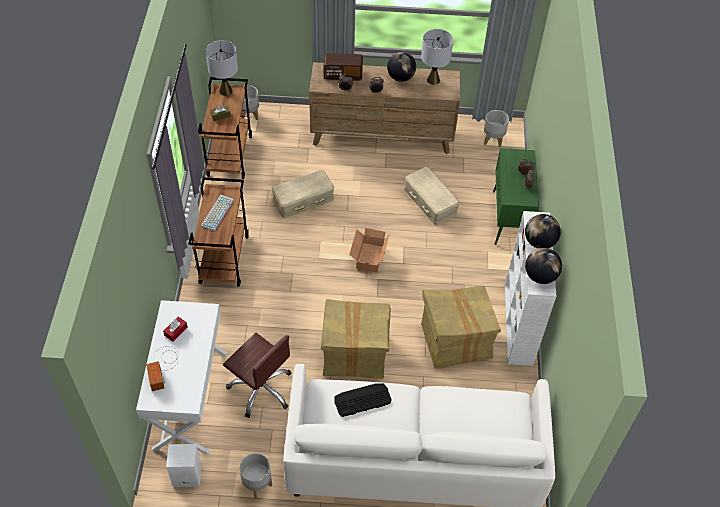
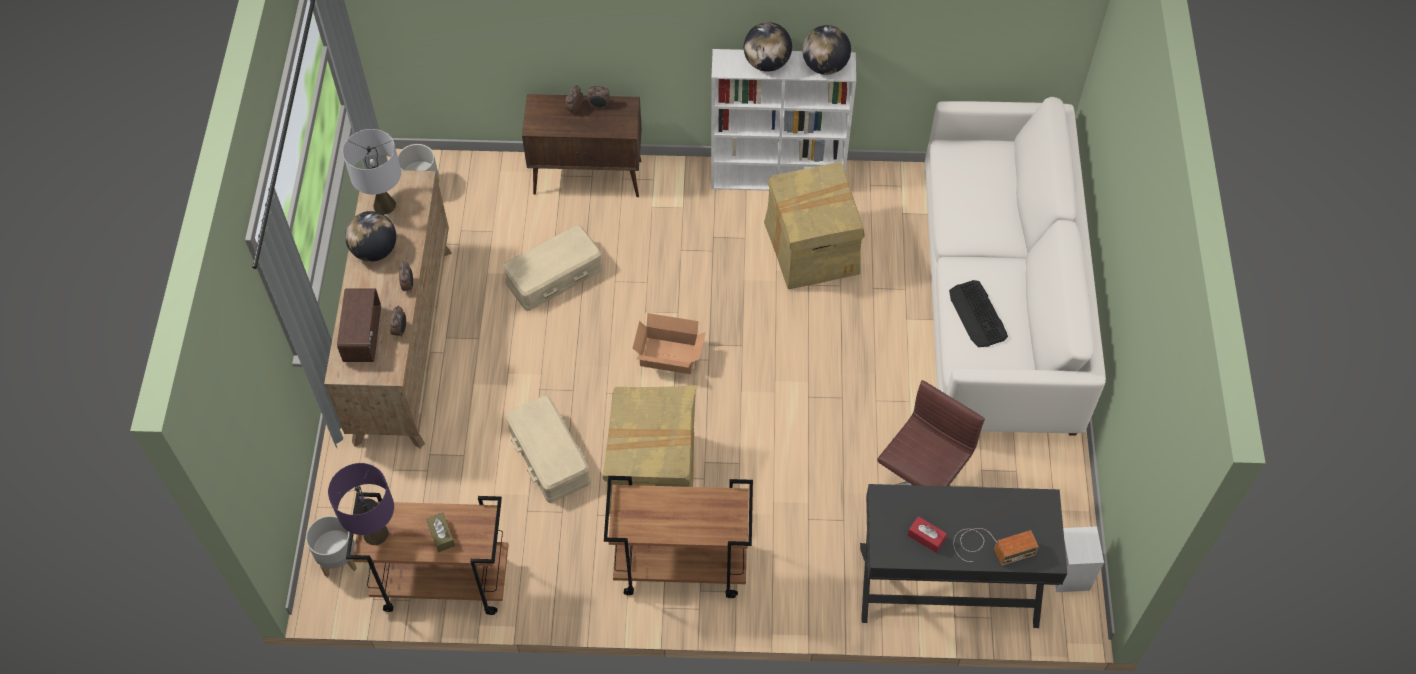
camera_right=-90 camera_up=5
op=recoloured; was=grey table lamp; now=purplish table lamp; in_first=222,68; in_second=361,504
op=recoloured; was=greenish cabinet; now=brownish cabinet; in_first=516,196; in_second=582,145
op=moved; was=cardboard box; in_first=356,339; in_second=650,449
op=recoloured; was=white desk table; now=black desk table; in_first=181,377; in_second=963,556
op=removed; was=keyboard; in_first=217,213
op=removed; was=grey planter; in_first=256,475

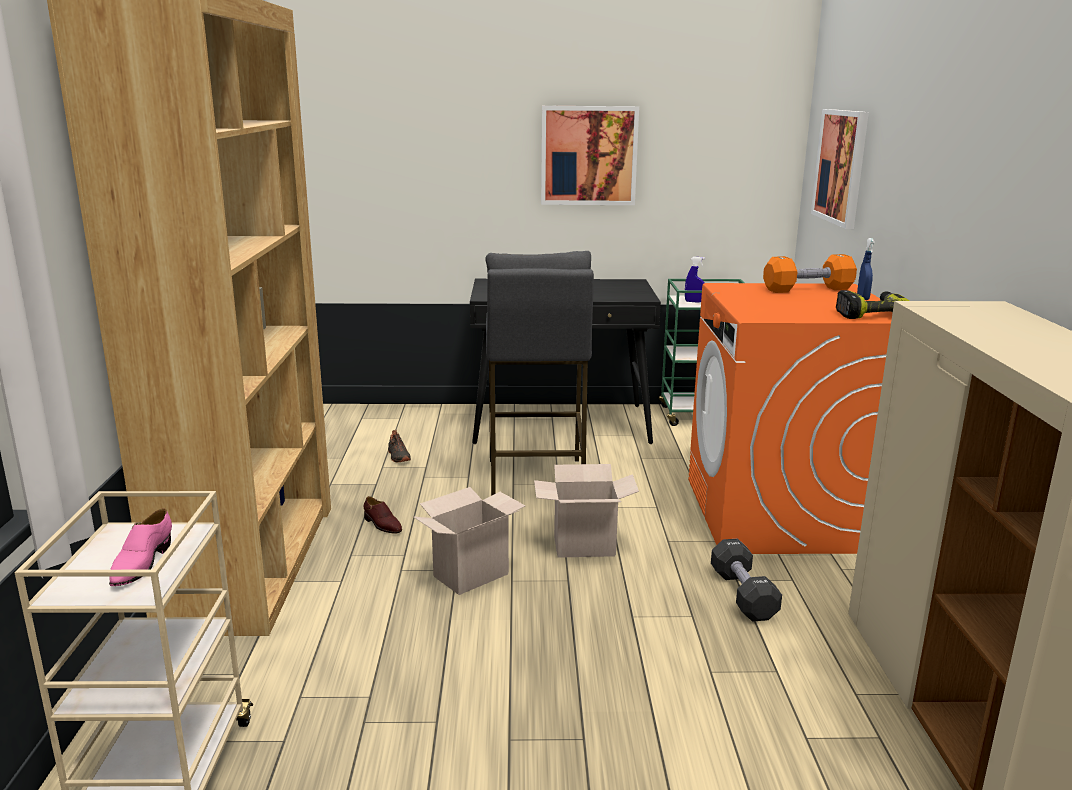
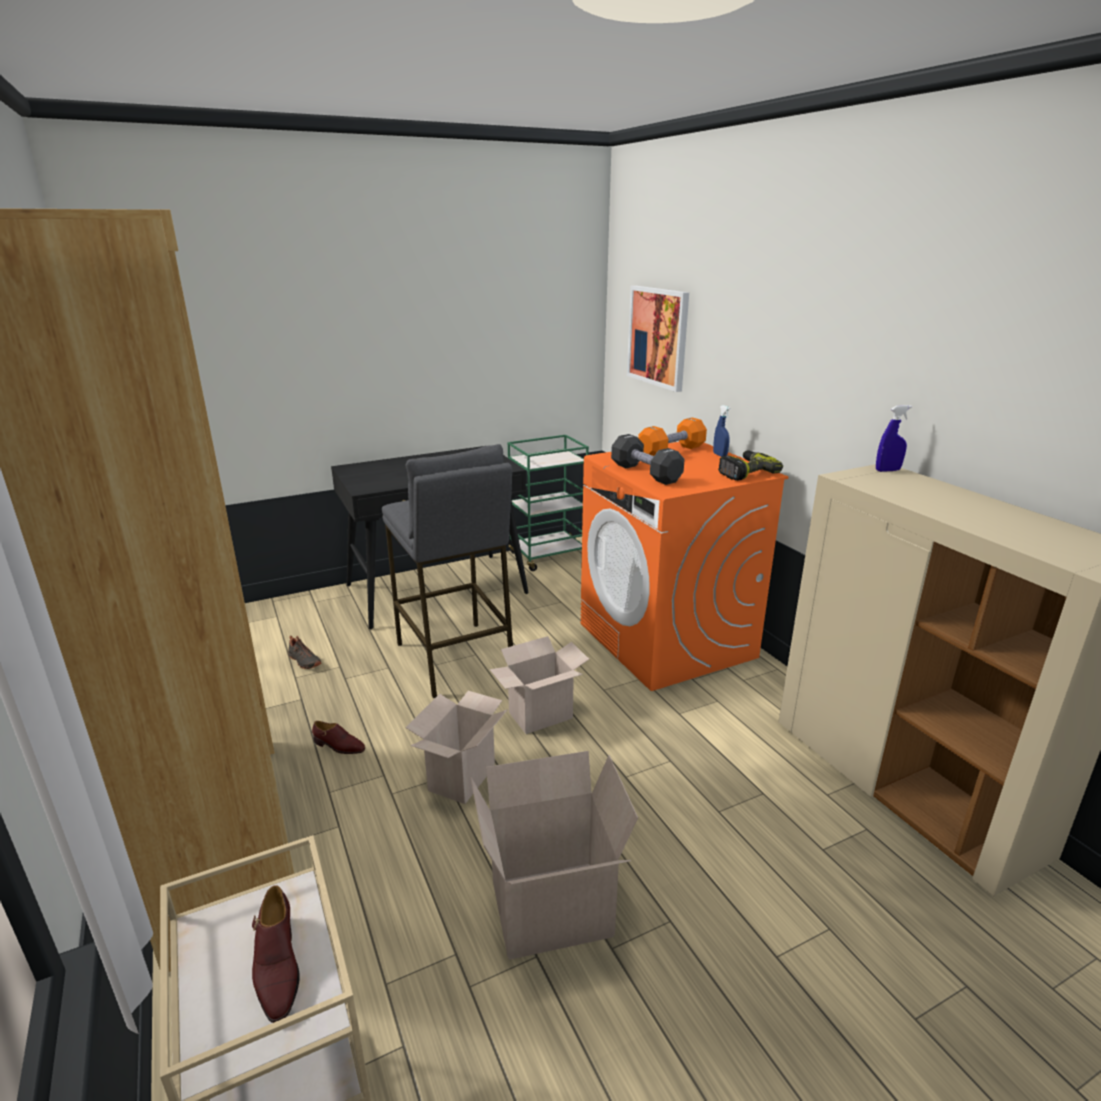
camera_right=-25 camera_up=5
op=recoloured; was=pinkish shoe; now=brownish shoe; in_first=140,547; in_second=276,954
op=added; now=cardboard box; in_second=554,855
op=moved; was=black hand weight; in_first=746,580; in_second=648,459
op=moved; was=blue-coloured spray bottle; in_first=695,280; in_second=894,438
op=removed; was=wall art; in_first=590,155

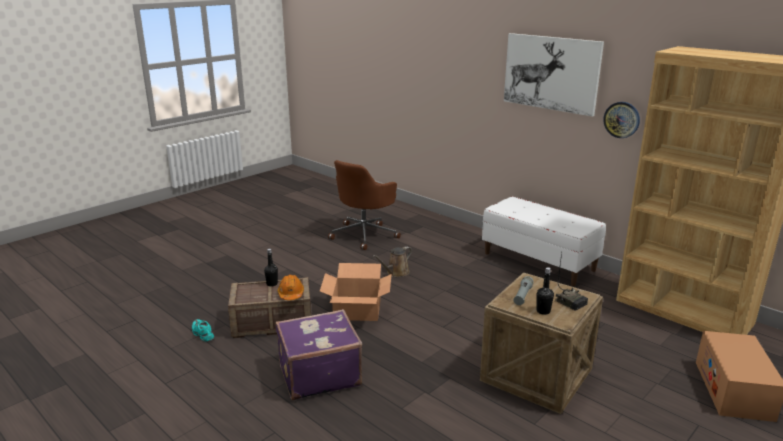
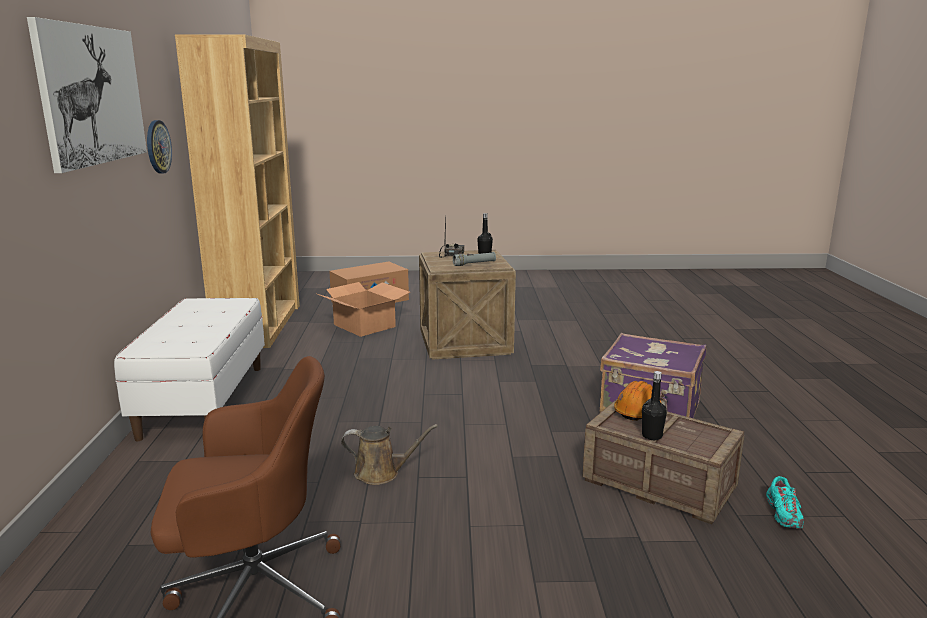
camera_right=-135 camera_up=-5
op=moved; was=cardboard box; in_first=356,292; in_second=364,309

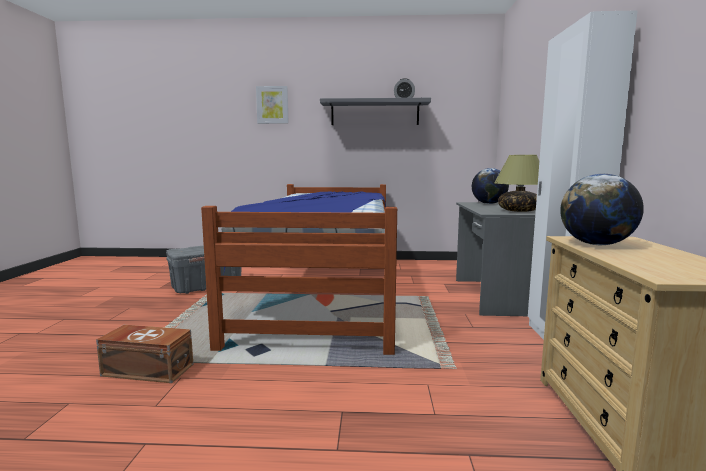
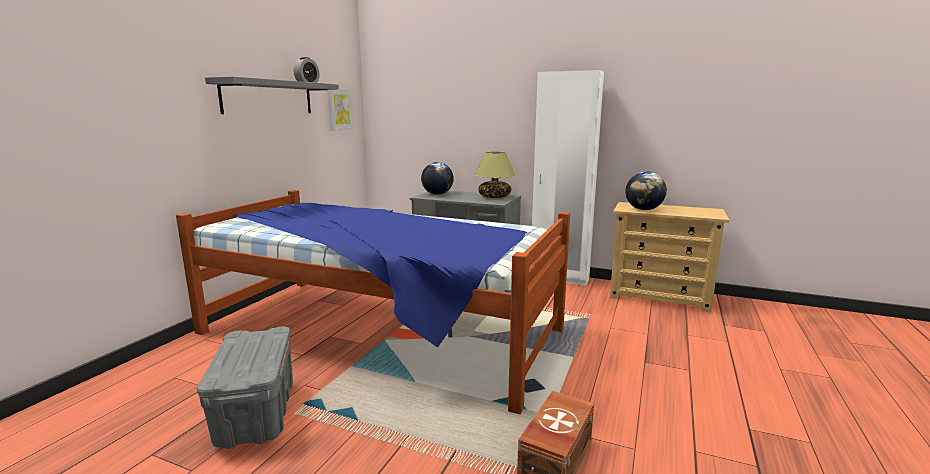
camera_right=-70 camera_up=5
op=moved; was=wall art; in_first=272,105; in_second=340,109

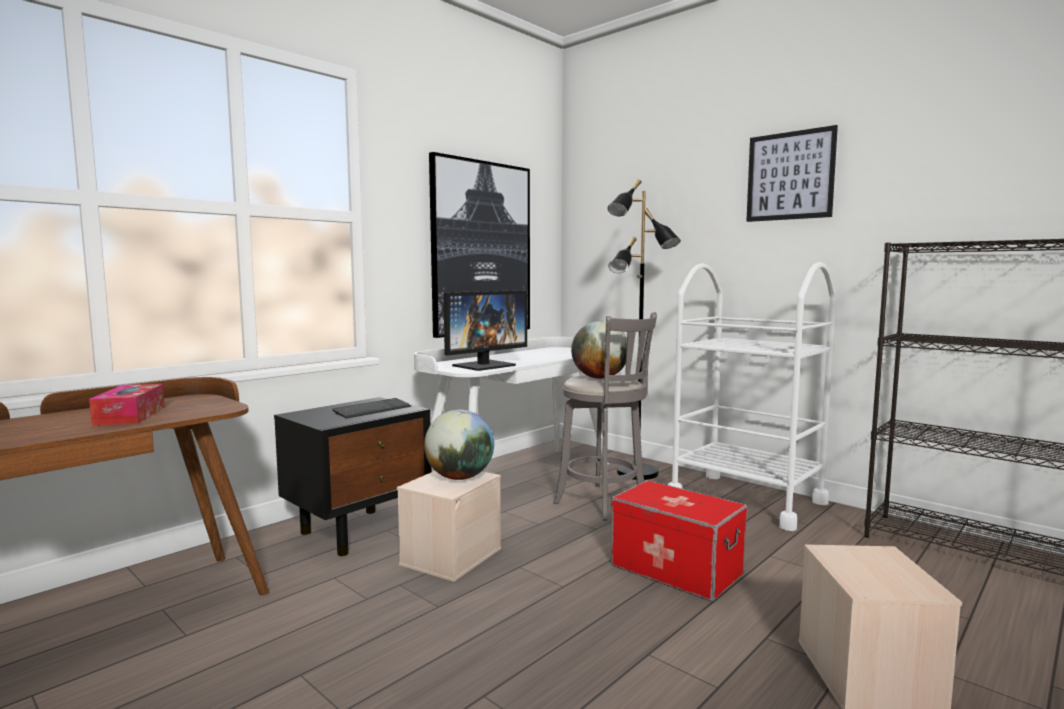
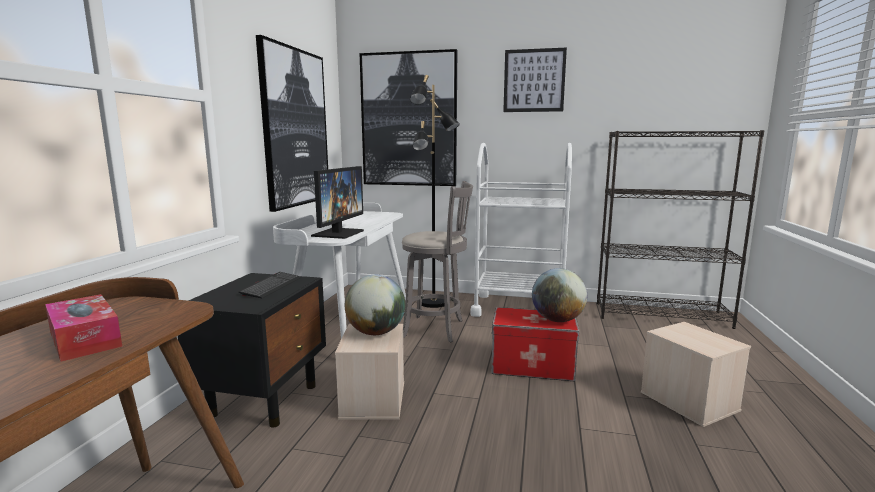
camera_right=-30 camera_up=5
op=added; now=wall art; in_second=408,117
op=moved; was=globe; in_first=599,350; in_second=559,295

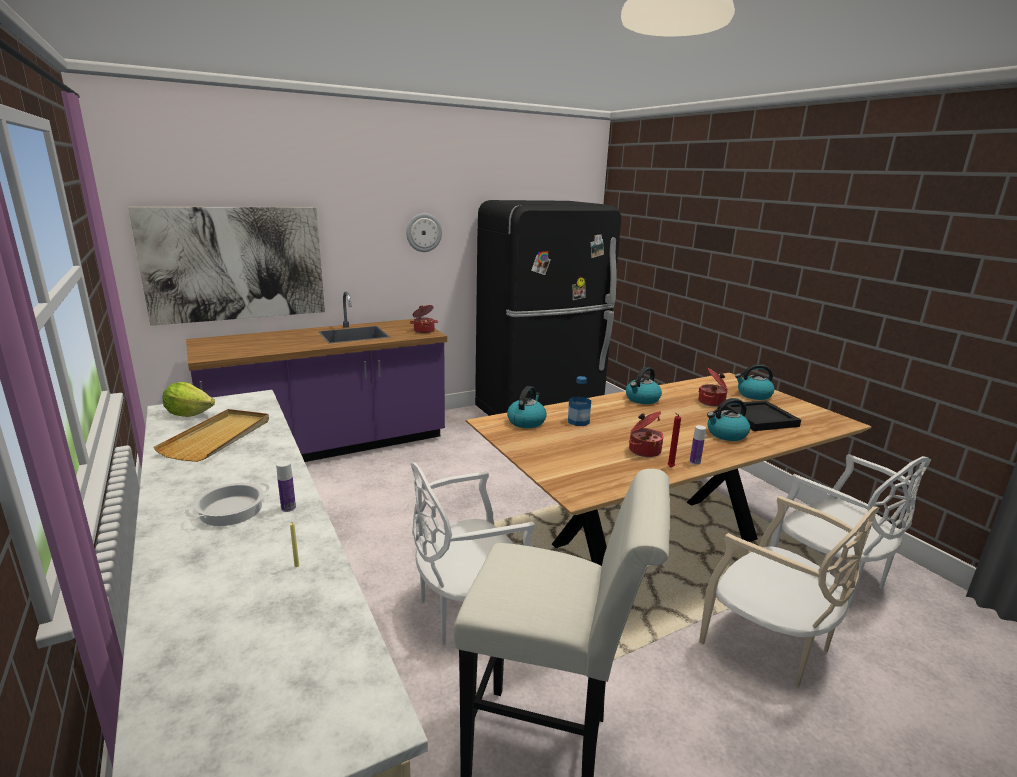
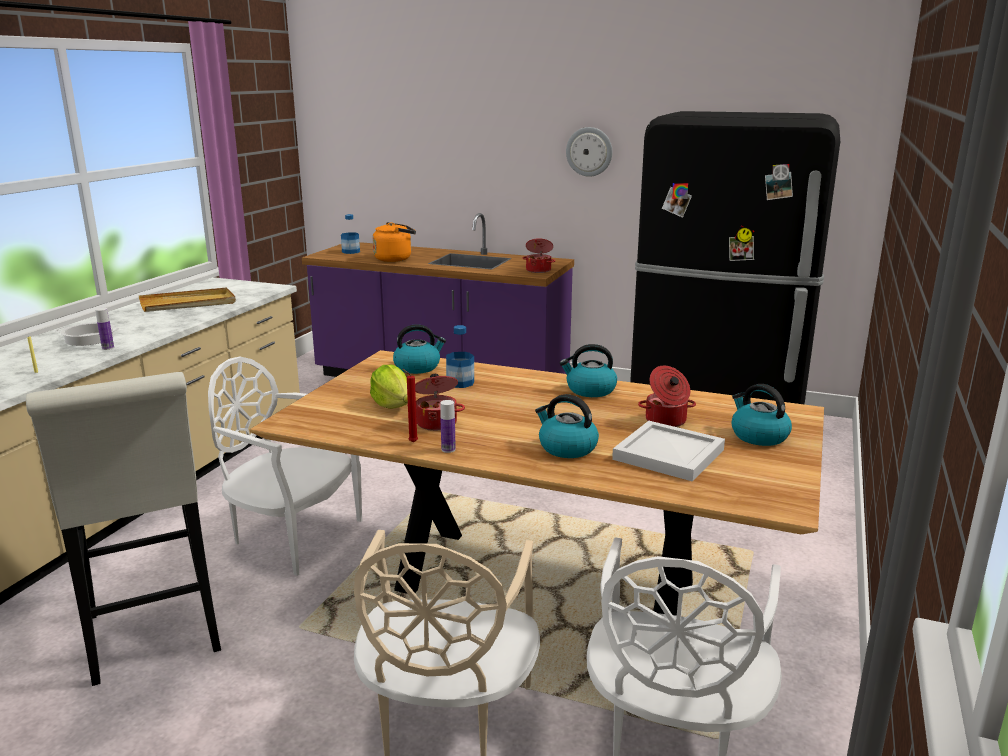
camera_right=50 camera_up=0
op=added; now=beverage bottle; in_second=350,234
op=moved; was=head of lettuce; in_first=188,399; in_second=389,387
op=added; now=orange tea kettle; in_second=394,242
op=recoloured; was=black serving tray; now=white serving tray; in_first=761,415; in_second=668,451
op=removed; was=wall art; in_first=226,266

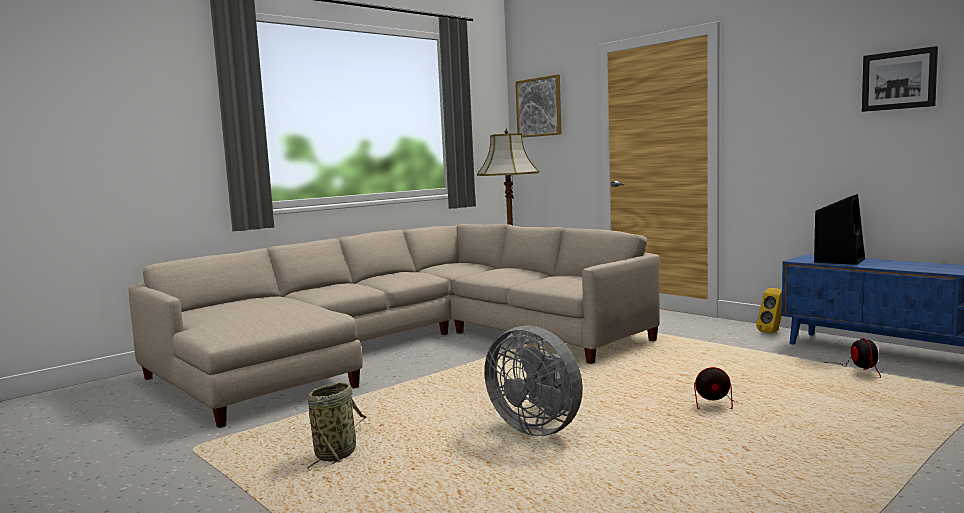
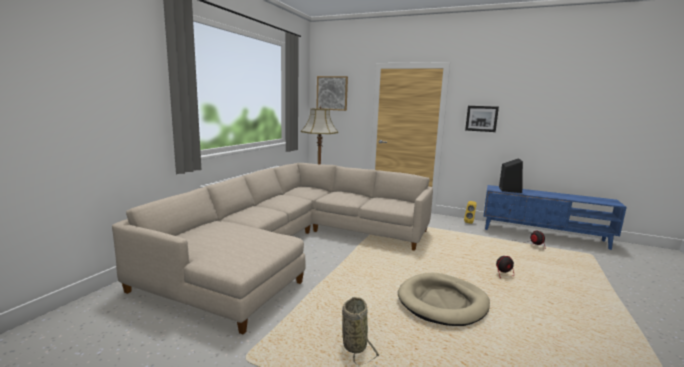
camera_right=-25 camera_up=5
op=replaced; was=grey electric fan; now=sand-coloured dog bed; in_first=533,380; in_second=444,299
op=moved; was=wall art; in_first=900,79; in_second=482,119

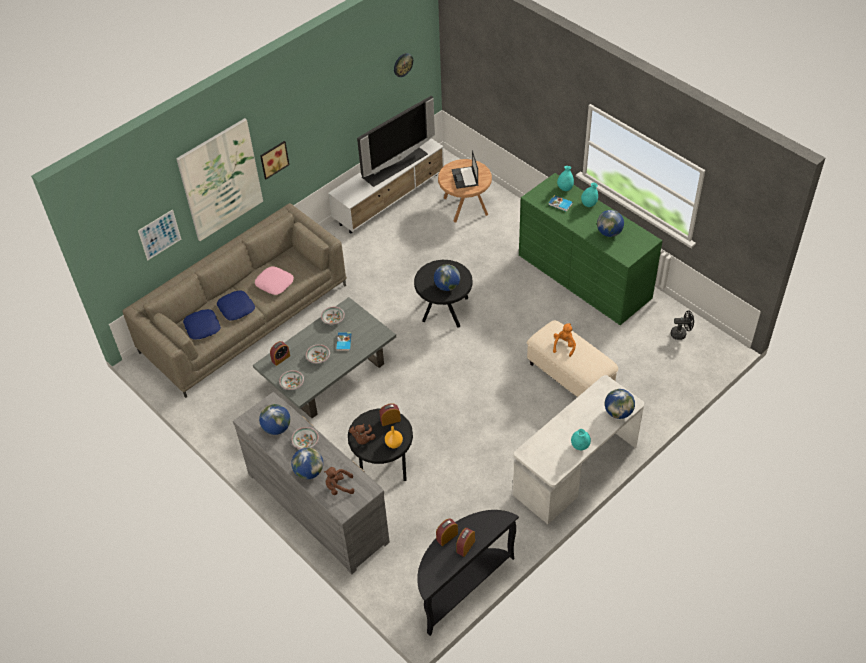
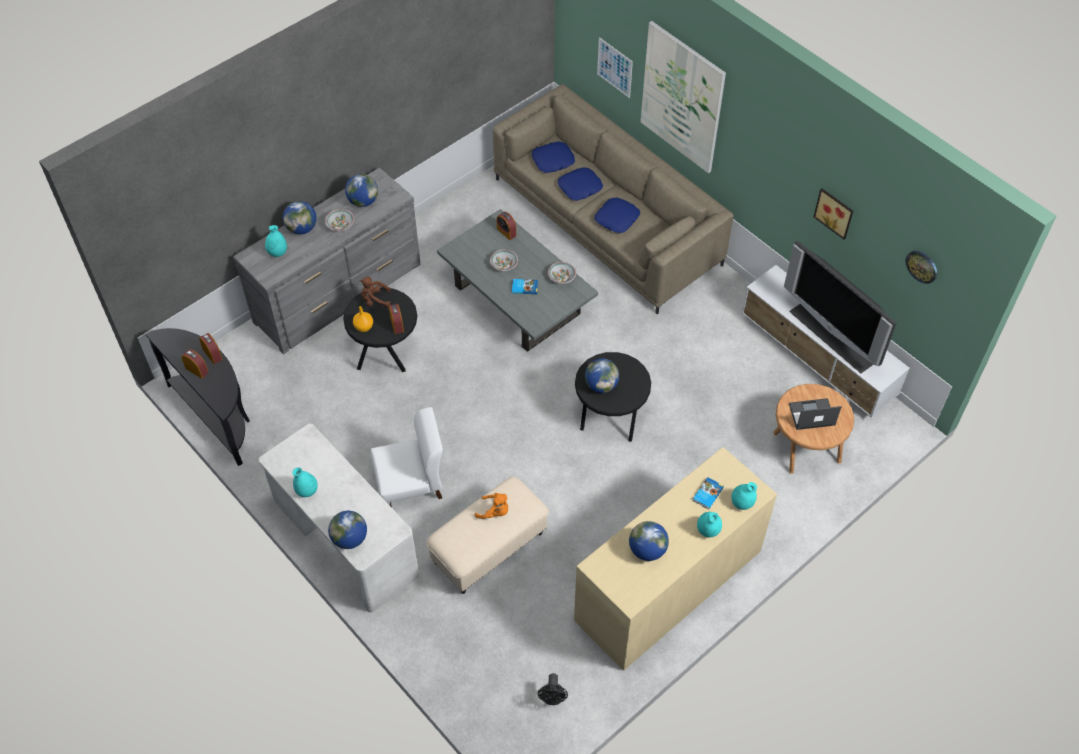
camera_right=90 camera_up=5
op=replaced; was=brownish plush toy; now=turquoise vase; in_first=339,481; in_second=276,241
op=added; now=white plain chair; in_second=407,457
op=recoloured; was=greenish dresser; now=sand-coloured dresser; in_first=591,249; in_second=675,559
op=recoloured; was=pinkish pillow; now=blue-coloured pillow; in_first=274,280; in_second=617,215
op=moved; was=wall art; in_first=274,160; in_second=833,213
op=removed; was=bowl; in_first=291,380

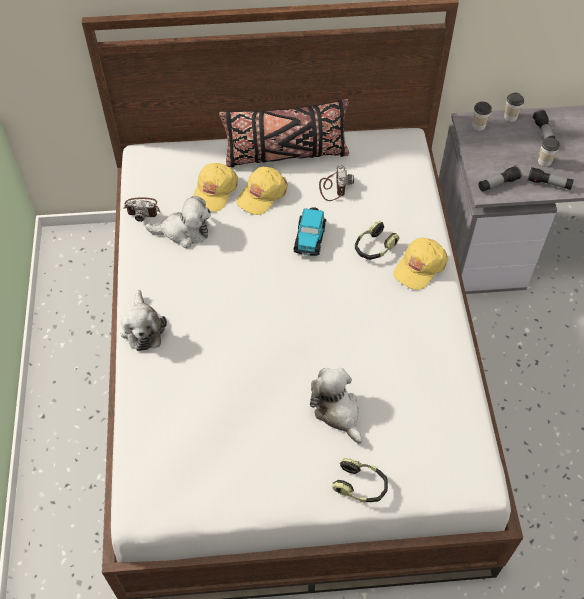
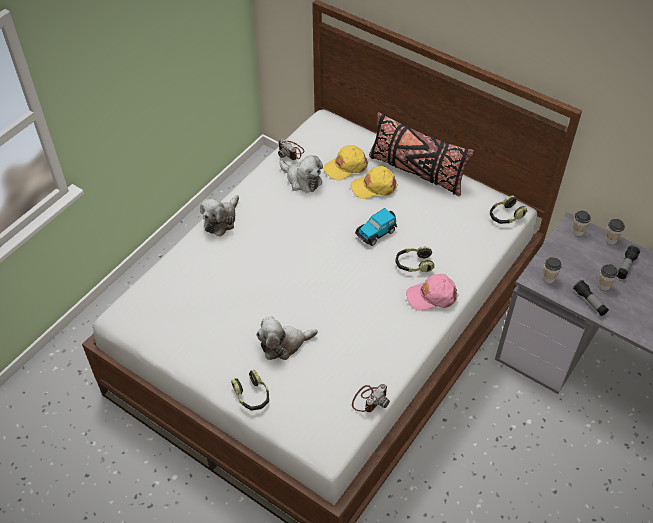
camera_right=40 camera_up=-5
op=turned; was=plush toy; in_first=336,406; in_second=287,338; clockwise=-120
op=moved; was=still camera; in_first=336,183; in_second=371,398
op=recoloured; was=yellow peaked cap; now=pinkish peaked cap; in_first=420,264; in_second=432,292
op=added; now=headphones; in_second=508,209
op=replaced; was=hand torch; now=cup; in_first=500,179; in_second=552,270

